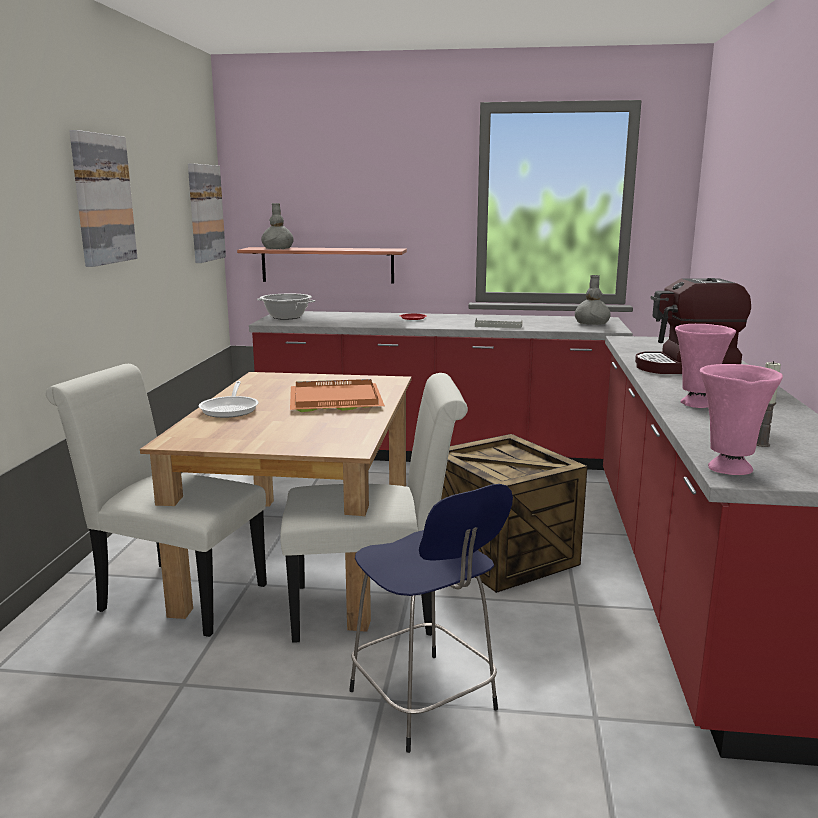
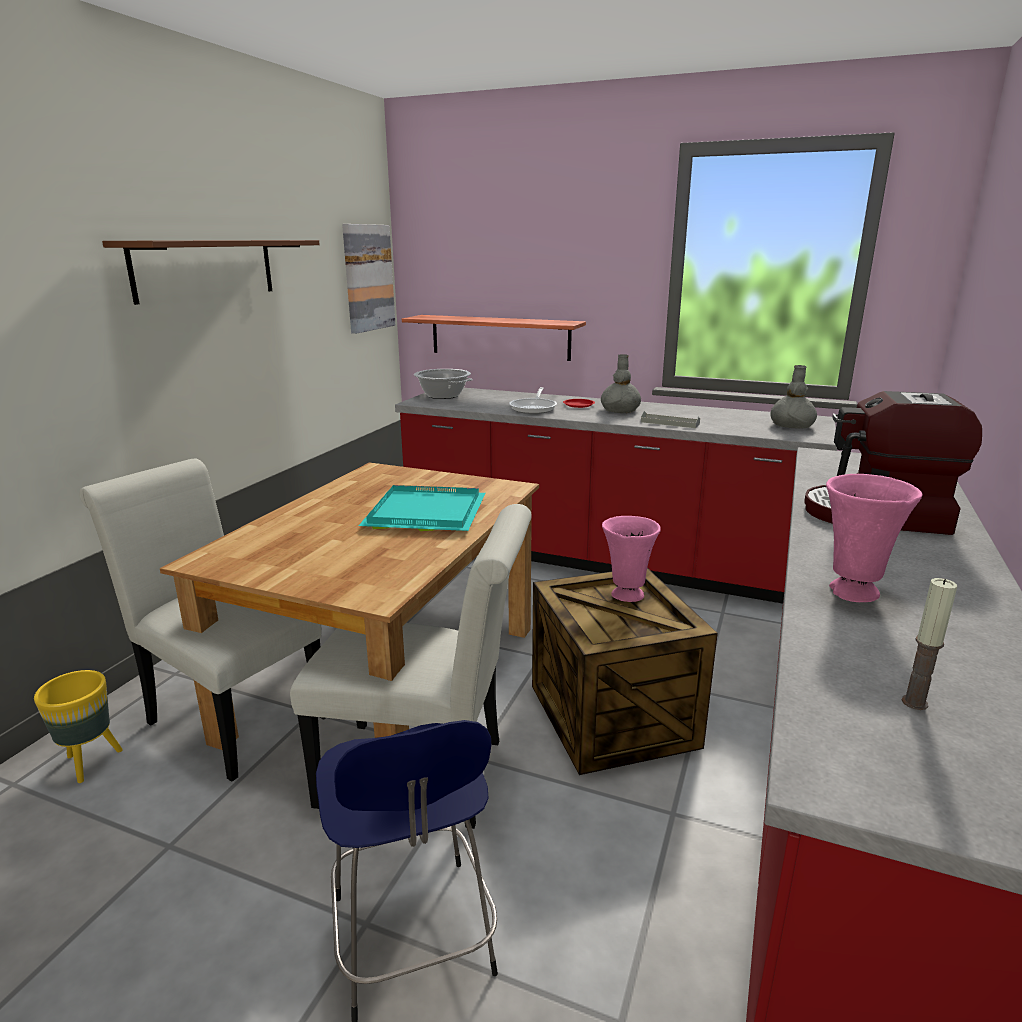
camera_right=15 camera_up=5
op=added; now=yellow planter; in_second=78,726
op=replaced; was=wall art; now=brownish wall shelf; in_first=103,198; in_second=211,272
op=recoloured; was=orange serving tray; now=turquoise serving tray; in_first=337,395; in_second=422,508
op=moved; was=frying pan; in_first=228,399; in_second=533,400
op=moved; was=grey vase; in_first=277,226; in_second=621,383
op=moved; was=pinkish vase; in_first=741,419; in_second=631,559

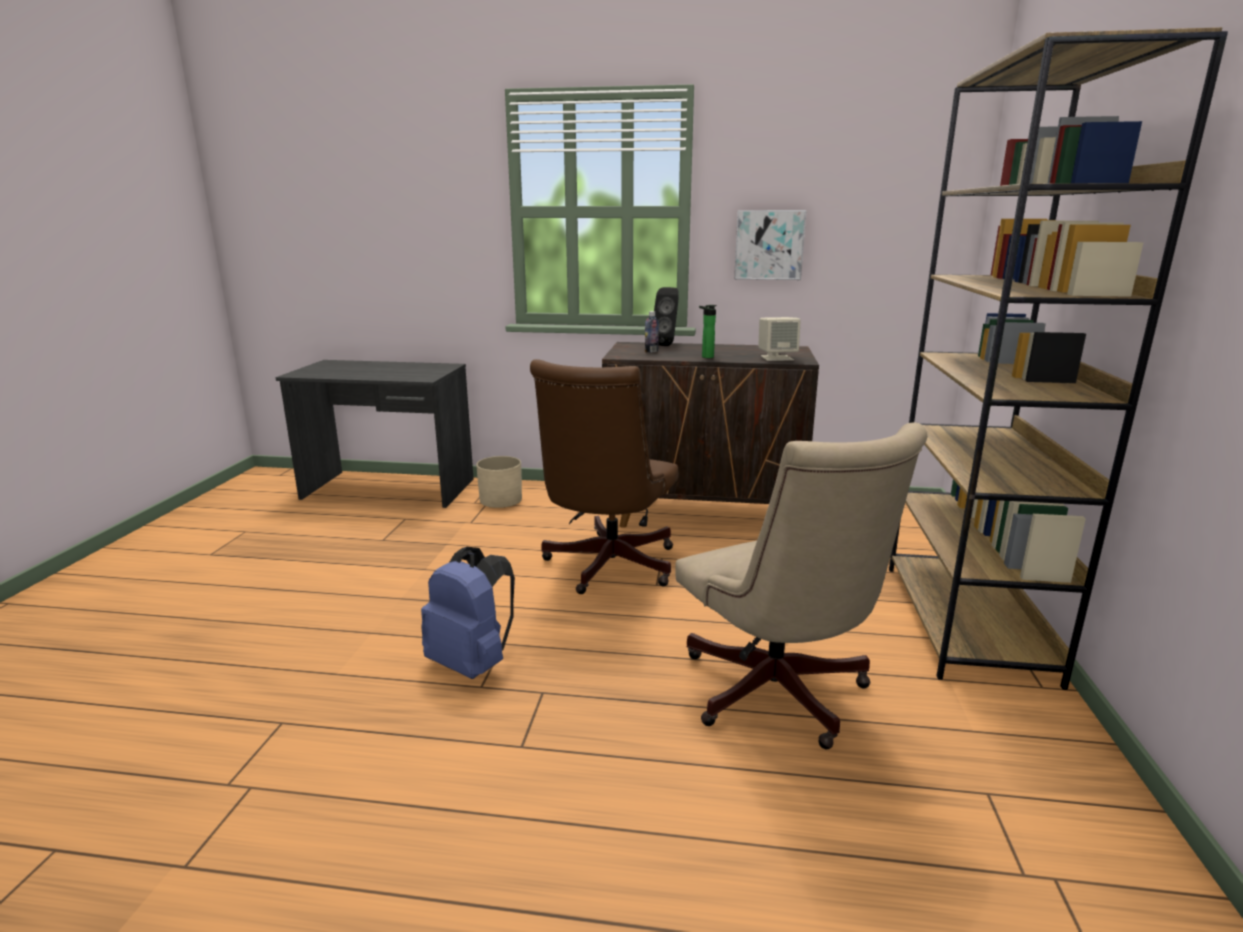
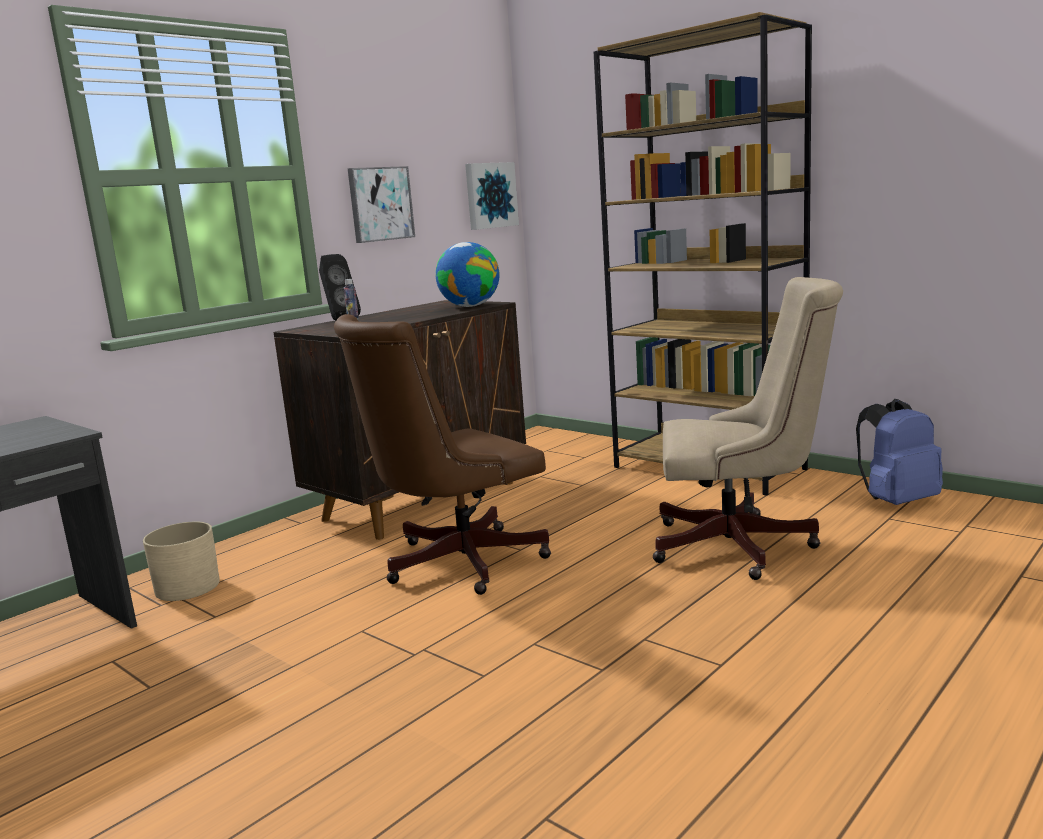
camera_right=-55 camera_up=-5
op=turned; was=brownish computer chair; in_first=604,476; in_second=442,454; clockwise=90
op=replaced; was=sand-coloured audio speaker; now=globe; in_first=779,339; in_second=467,274
op=added; now=wall art; in_second=492,196
op=moved; was=blue-coloured rucksack; in_first=468,613; in_second=899,452
op=removed; was=beverage bottle; in_first=708,331

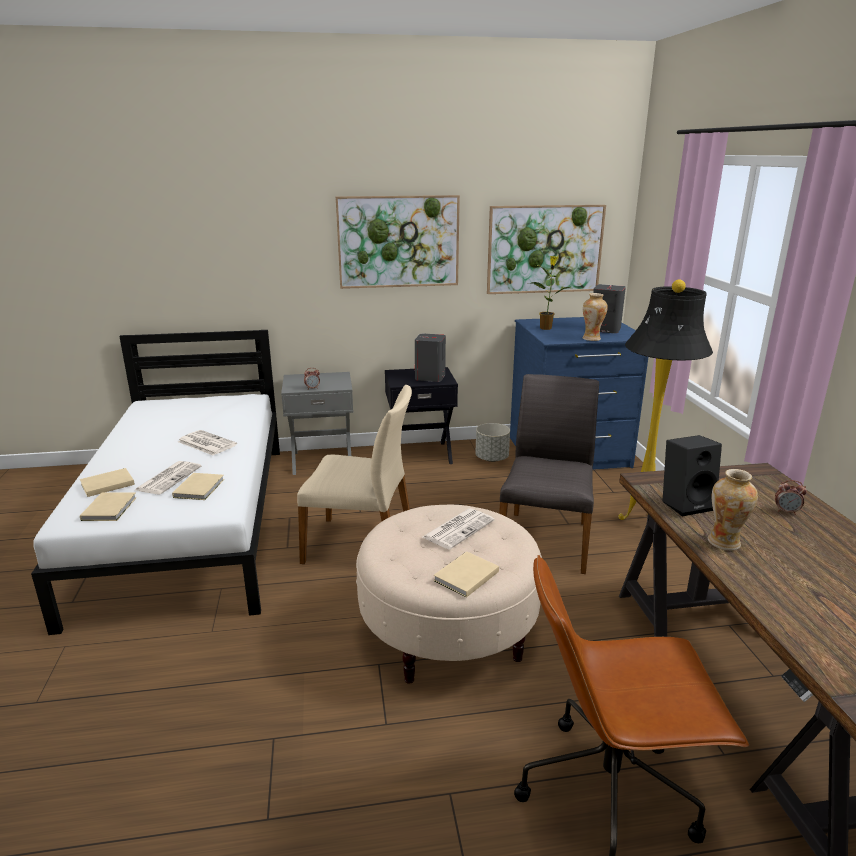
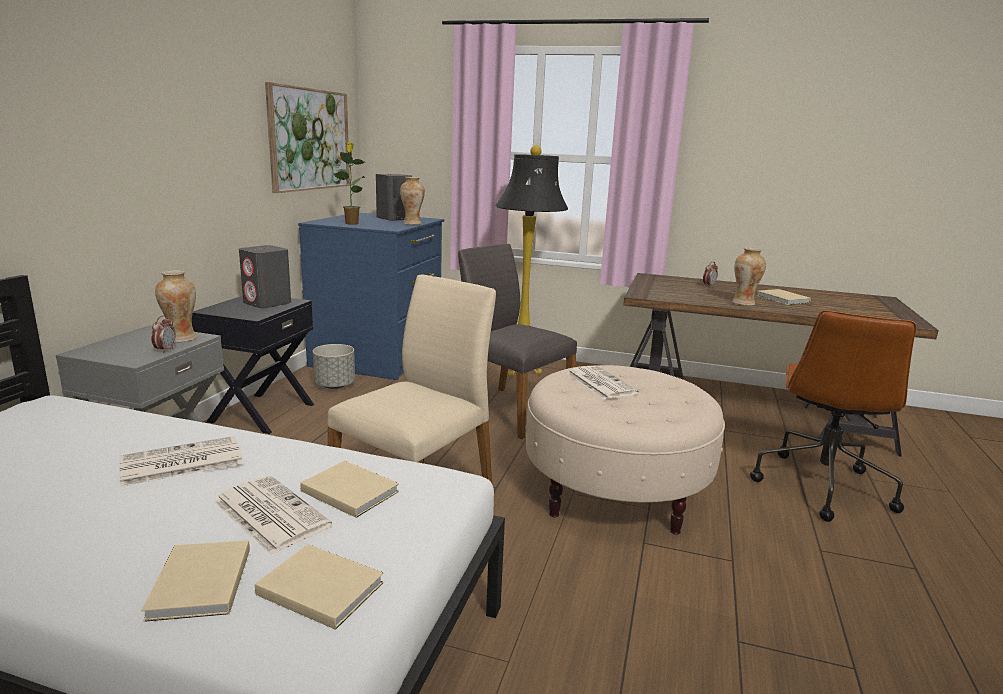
camera_right=-65 camera_up=-5
op=added; now=vase; in_second=176,306
op=moved; was=sand-coloured book; in_first=466,574; in_second=783,297
op=removed; was=wall art; in_first=398,242
op=removed; was=black audio speaker; in_first=692,475

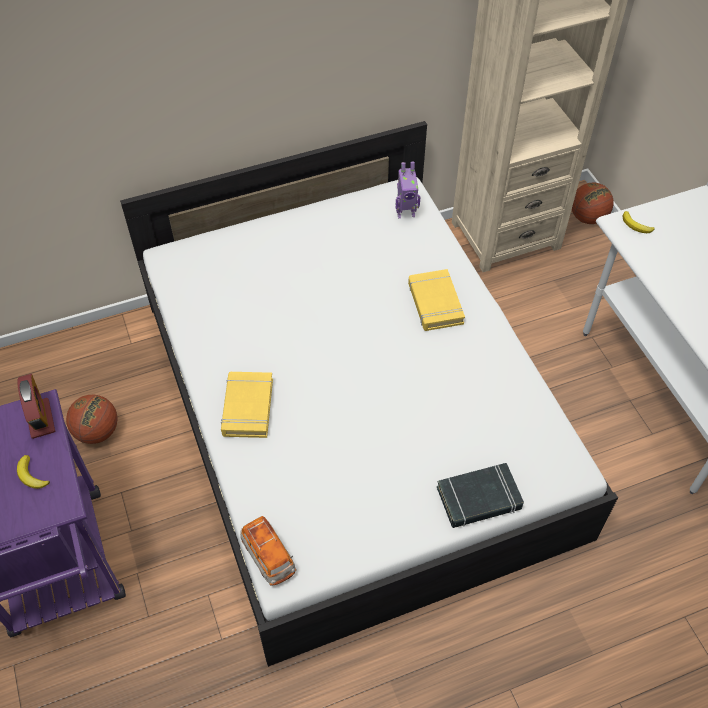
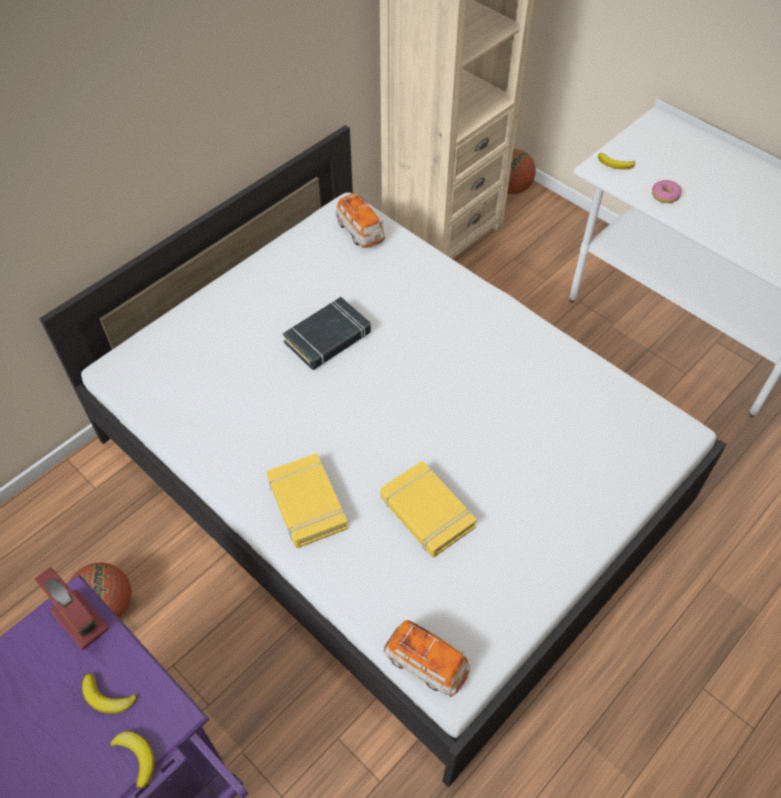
camera_right=-25 camera_up=0
op=added; now=banana; in_second=132,760
op=moved; was=black book; in_first=480,495; in_second=327,333
op=replaced; was=model robot; now=model car; in_first=408,190; in_second=360,220
op=moved; was=yellow book; in_first=436,300; in_second=428,508
op=added; now=doughnut; in_second=667,191

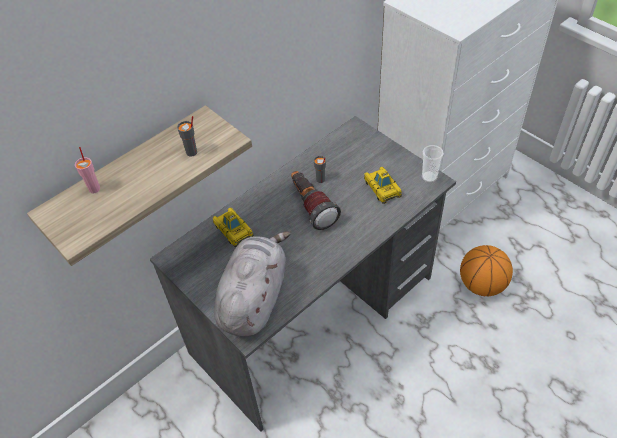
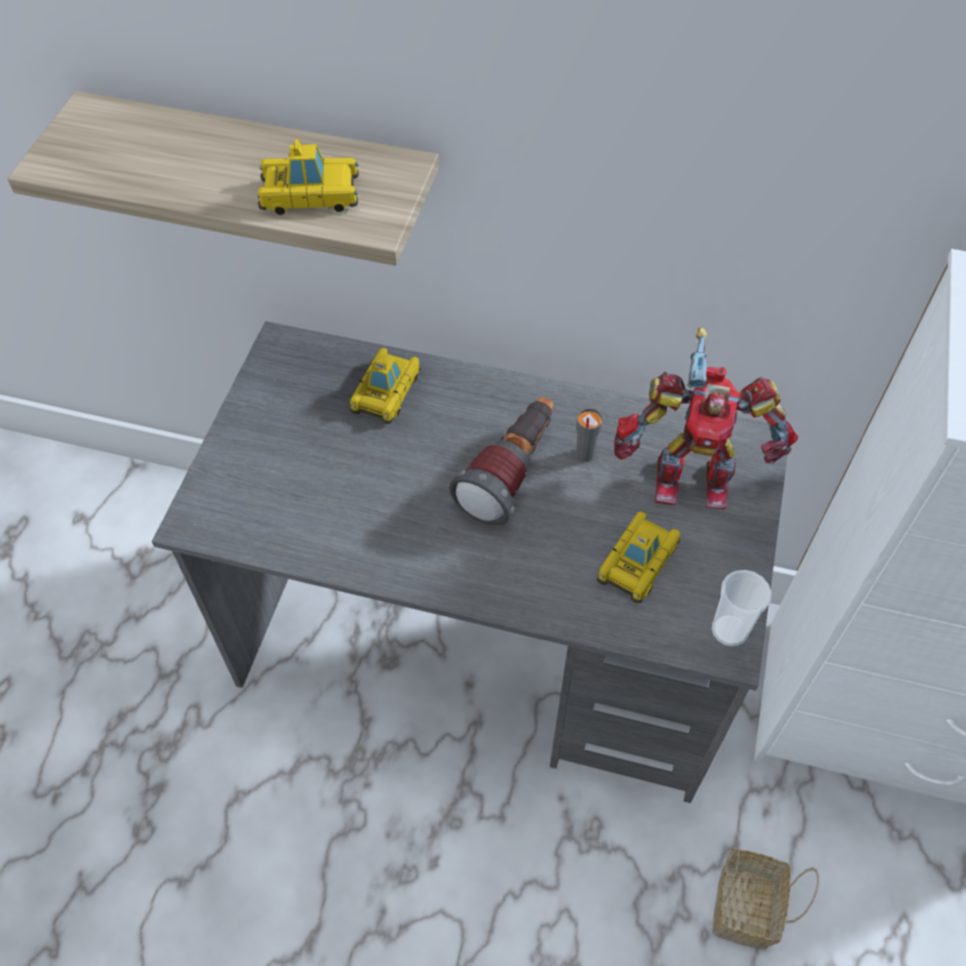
camera_right=55 camera_up=5
op=replaced; was=grey cup; now=model car; in_first=187,136; in_second=307,177
op=added; now=model robot; in_second=706,418
op=replaced; was=basketball; now=household basket; in_first=486,270; in_second=766,898
op=removed; was=pinkish cup; in_first=87,170
op=removed; was=grey plush toy; in_first=252,283

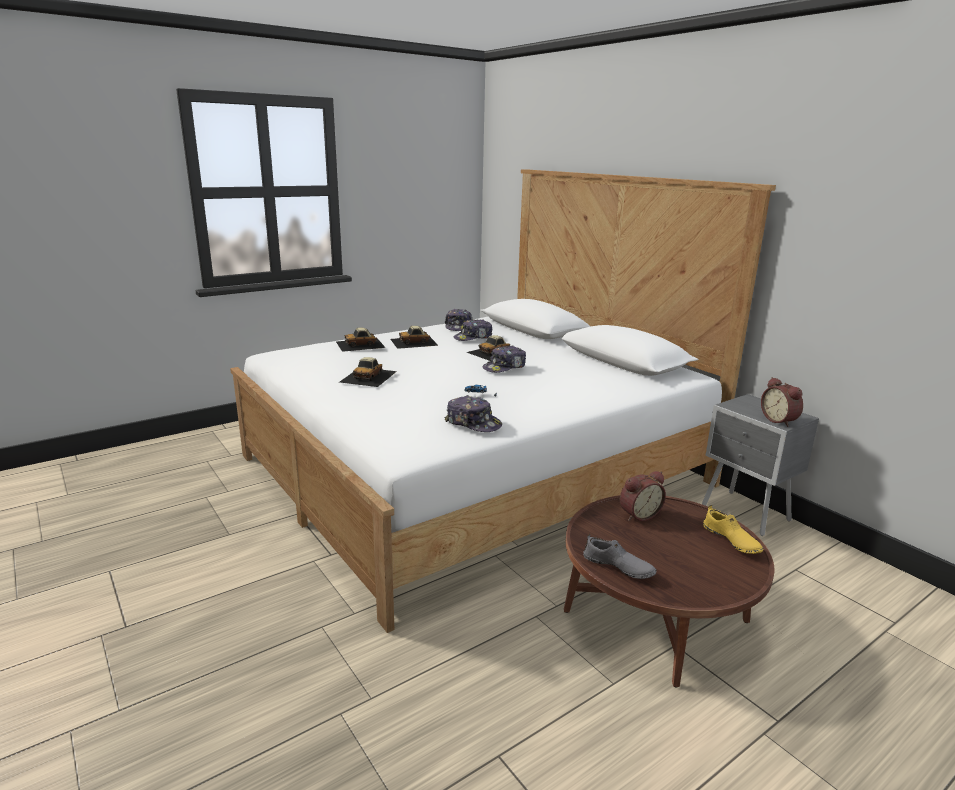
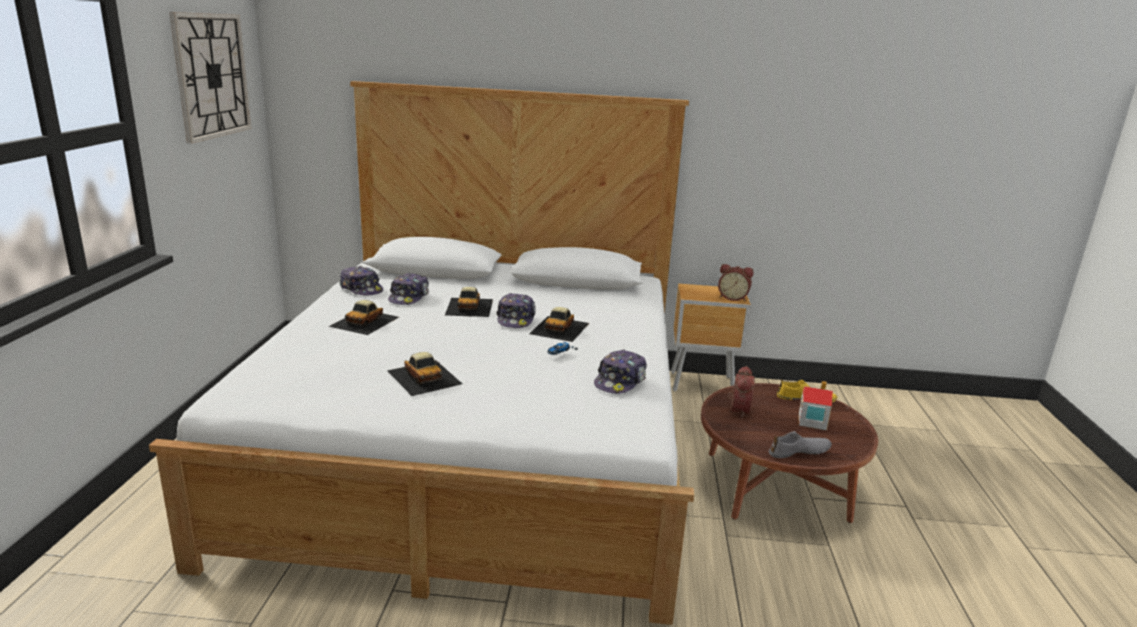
camera_right=-50 camera_up=0
op=added; now=wall clock; in_second=210,77
op=moved; was=model car; in_first=360,340; in_second=559,324
op=turned; was=peaked cap; in_first=473,413; in_second=620,371; clockwise=135
op=recoloured; was=grey nightstand; now=brownish nightstand; in_first=760,465; in_second=711,338
op=added; now=toy house; in_second=816,405

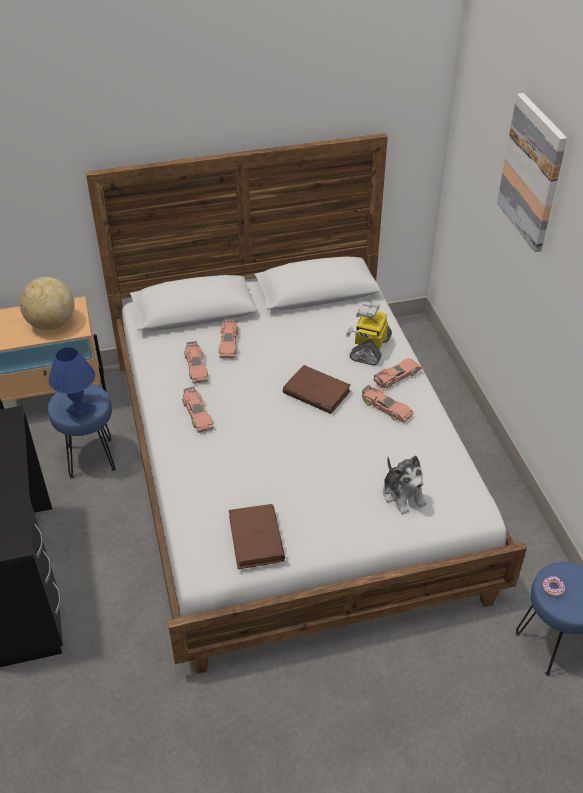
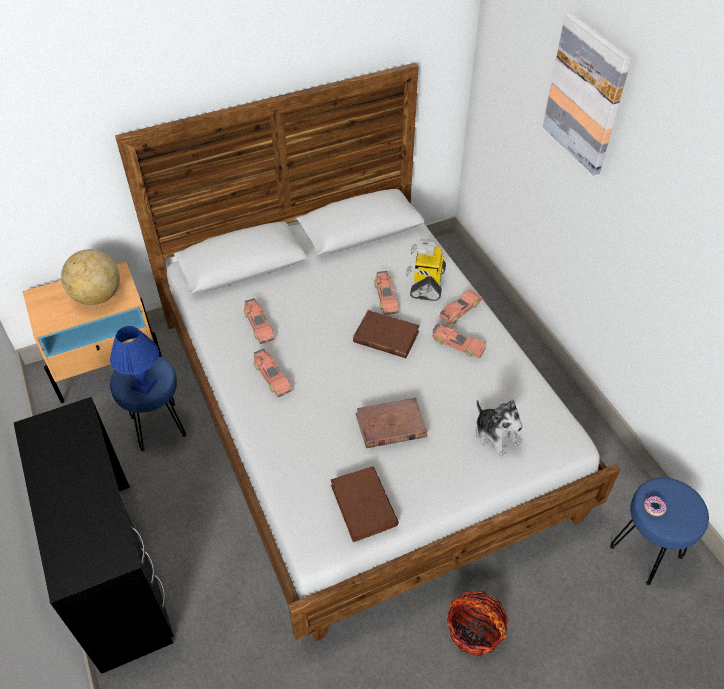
camera_right=-10 camera_up=5
op=added; now=brownish book; in_second=391,423
op=moved; was=model car; in_first=228,338; in_second=386,293
op=added; now=household basket; in_second=478,623

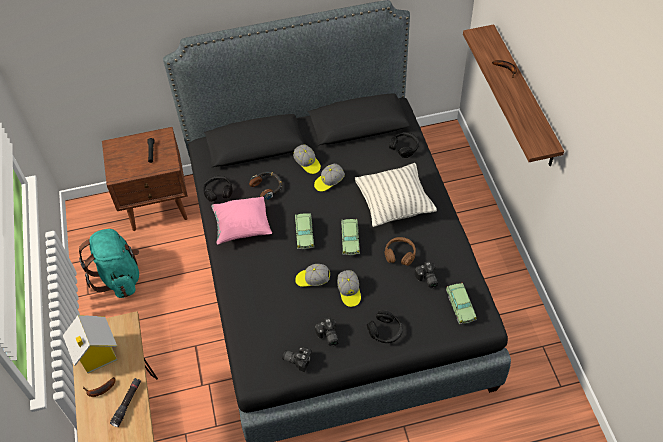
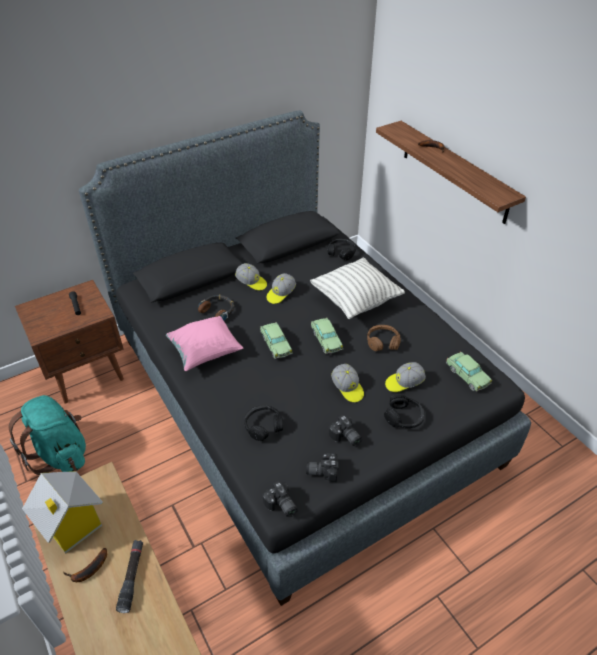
camera_right=-20 camera_up=-10
op=moved; was=black headphones; in_first=218,189; in_second=263,423
op=moved; was=still camera; in_first=426,274; in_second=280,499
op=moved; was=peaked cap; in_first=312,275; in_second=405,377

